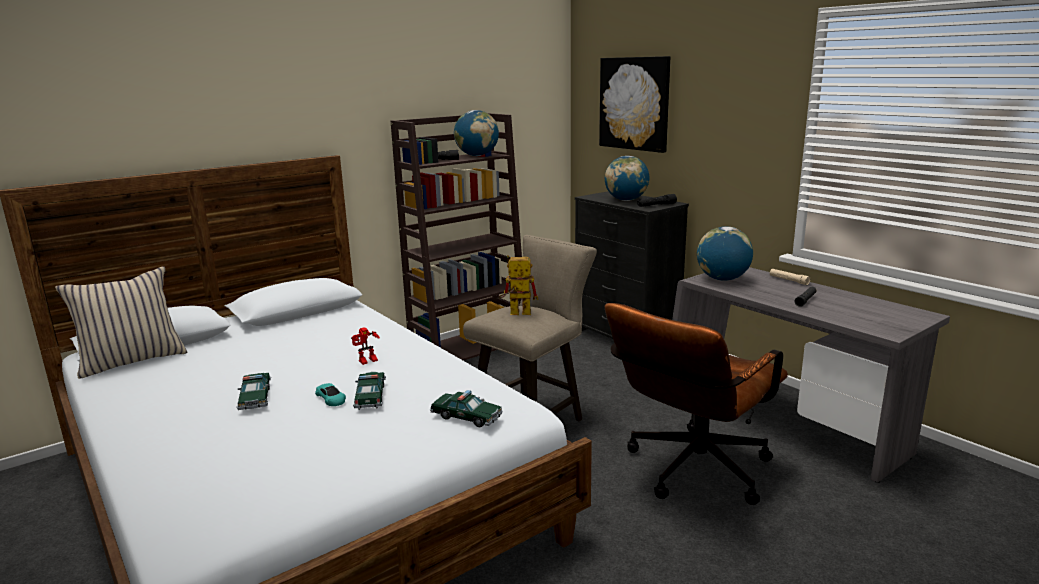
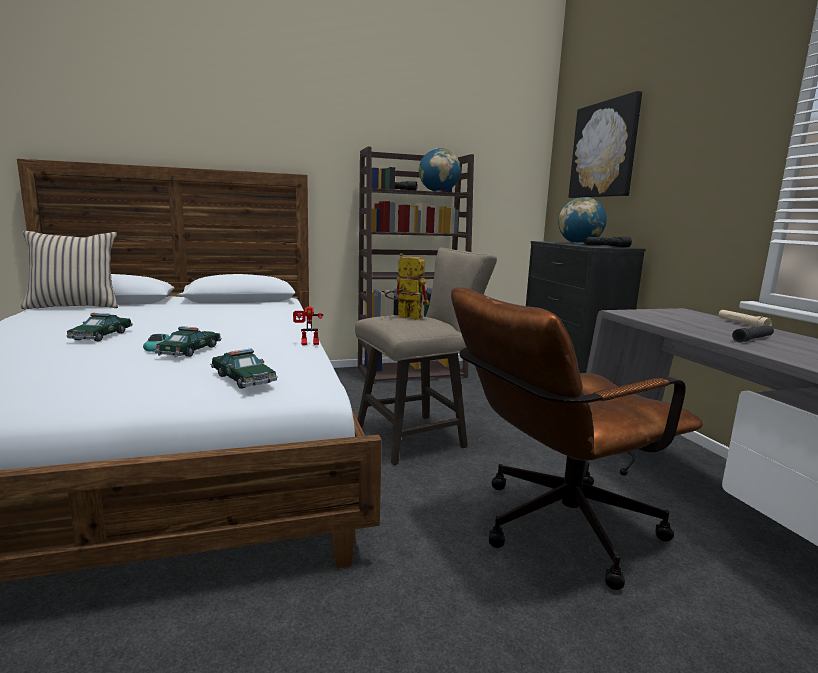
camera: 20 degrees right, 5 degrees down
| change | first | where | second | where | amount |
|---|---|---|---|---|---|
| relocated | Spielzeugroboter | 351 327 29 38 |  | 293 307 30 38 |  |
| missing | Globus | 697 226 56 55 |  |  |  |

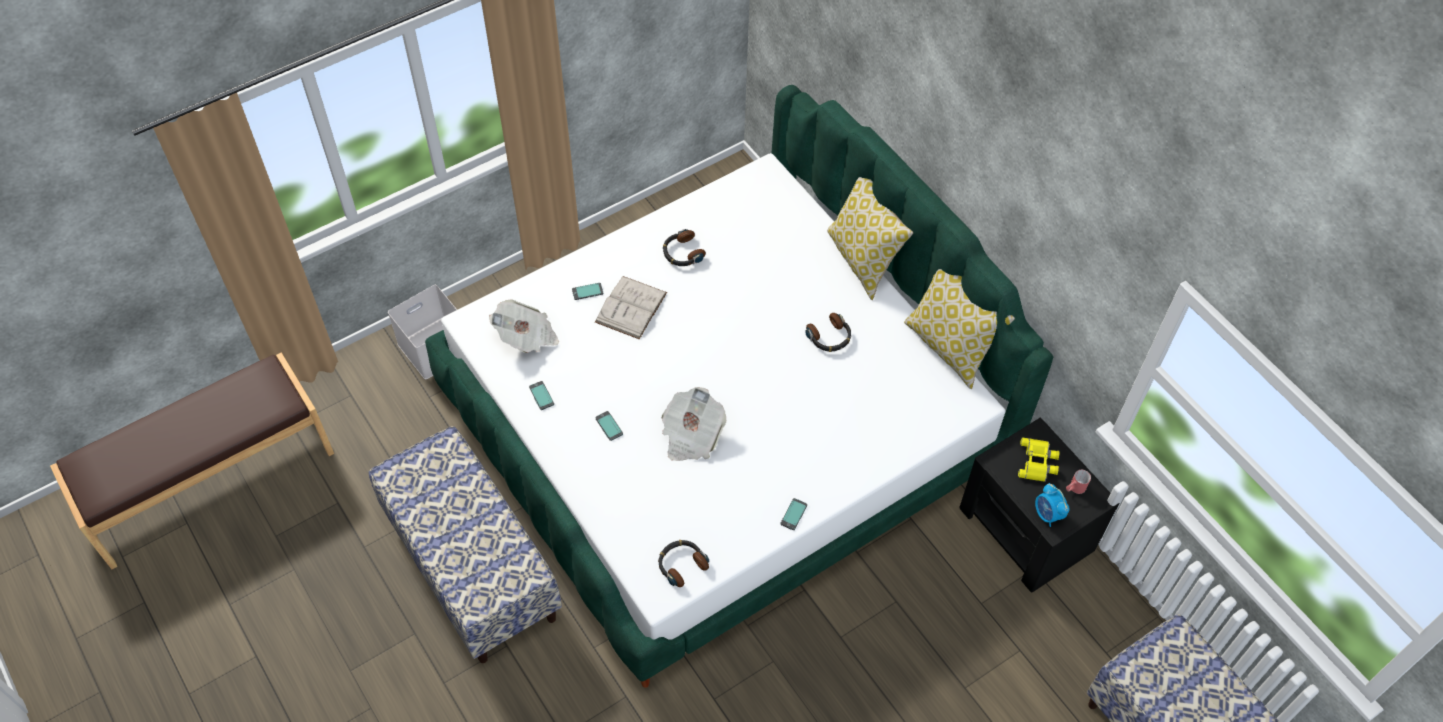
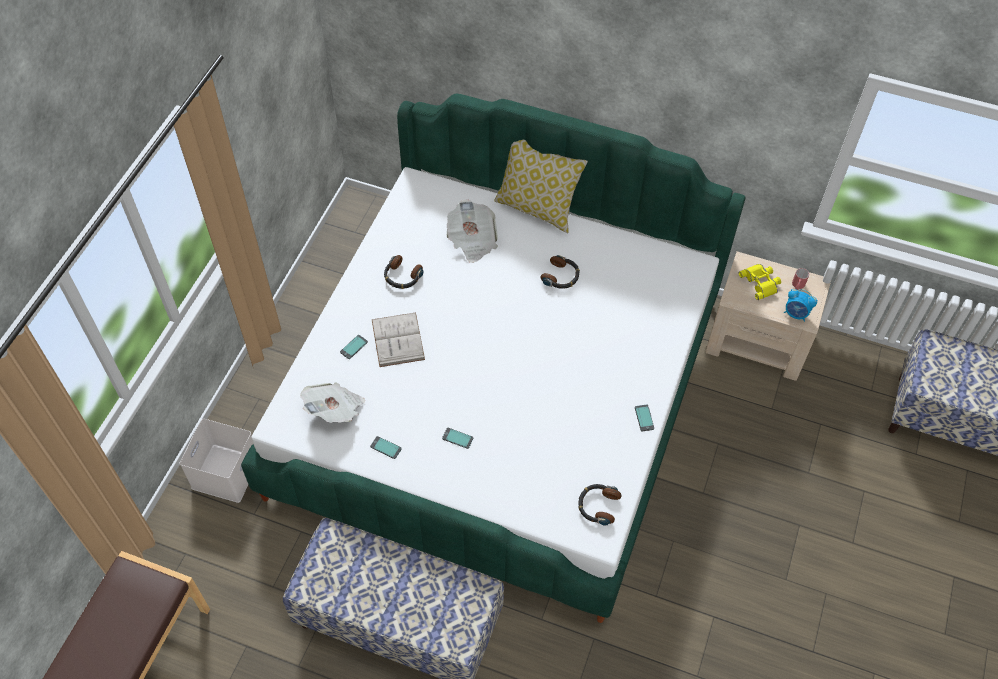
camera: 35 degrees left, 0 degrees up
| change | first | where | second | where | amount |
|---|---|---|---|---|---|
| relocated | Zeitung | 661 387 65 74 |  | 446 199 52 64 |  |
| missing | Kissen | 904 269 111 120 |  |  |  |
| colour | Nachttisch (schwarz) | 959 417 160 175 | Nachttisch (beige) | 705 251 126 130 |  |

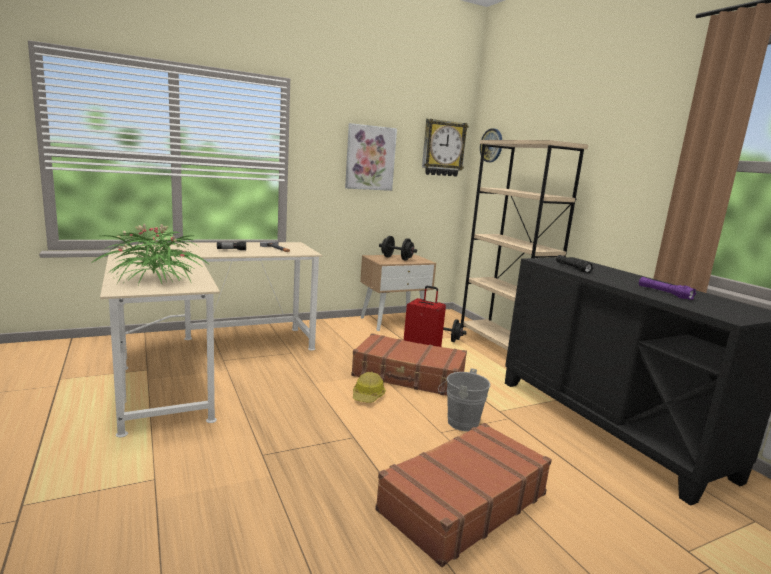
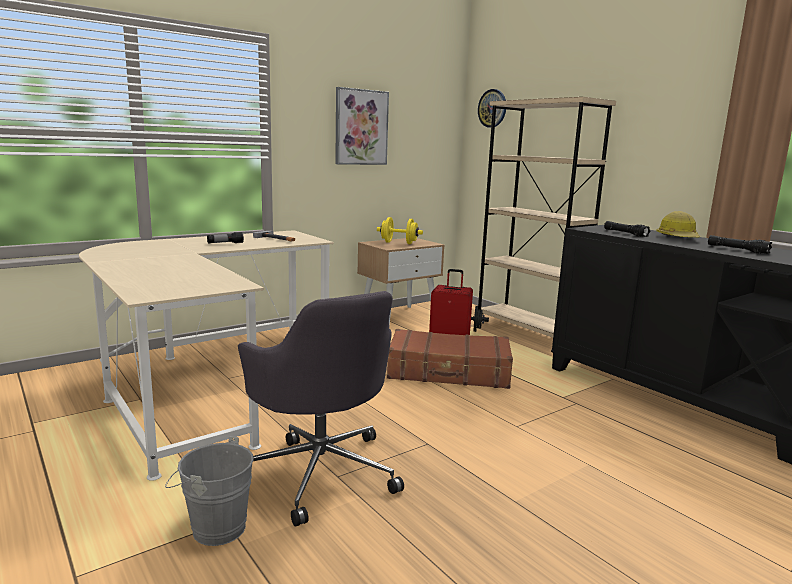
camera: 10 degrees left, 0 degrees up
| change | first | where | second | where | amount |
|---|---|---|---|---|---|
| missing | Topfpflanze | 90 224 119 62 |  |  |  |
| relocated | Schutzhelm | 353 372 33 31 |  | 656 211 44 26 |  |
| missing | Koffer (braun) | 375 423 177 144 |  |  |  |
| colour | Hantel (schwarz) | 379 236 38 25 | Hantel (gelb) | 377 217 46 27 |  |
| missing | Wanduhr | 422 119 47 58 |  |  |  |
| relocated | Eimer (grau) | 438 368 52 63 |  | 165 436 88 110 |  |
| colour | Taschenlampe (lila) | 639 277 57 23 | Taschenlampe (schwarz) | 708 235 64 19 |  |
| appeared |  |  | Bürostuhl (grau) | 238 291 166 236 |  |

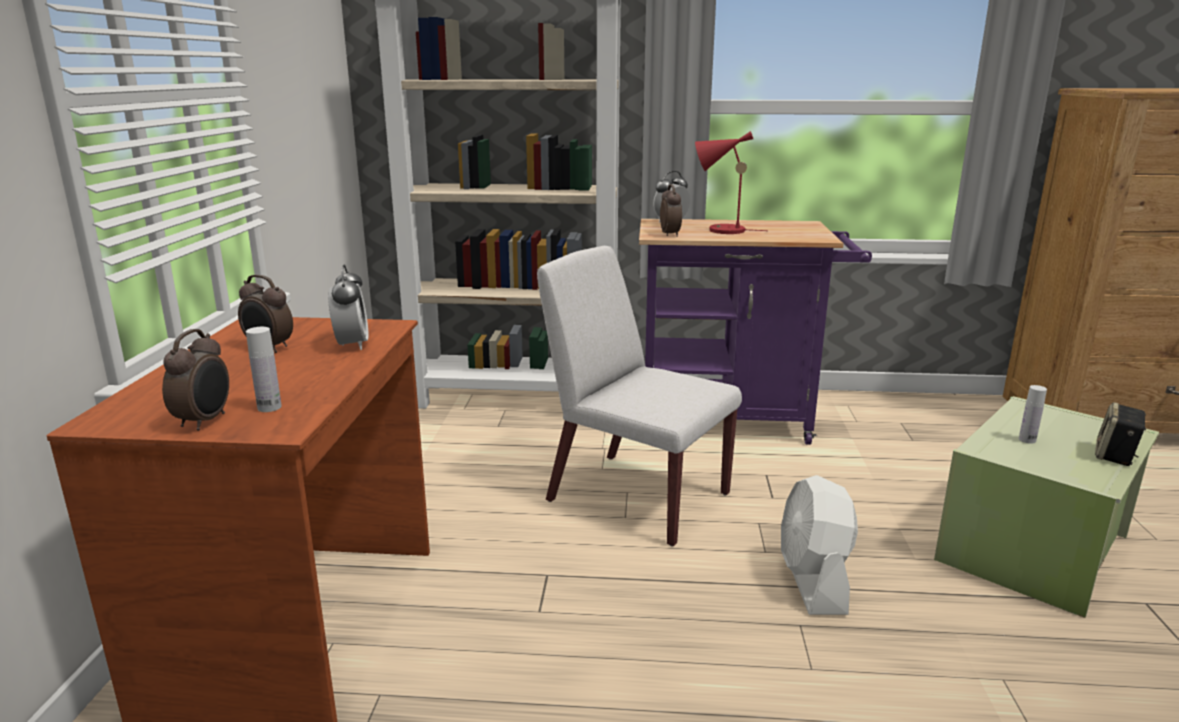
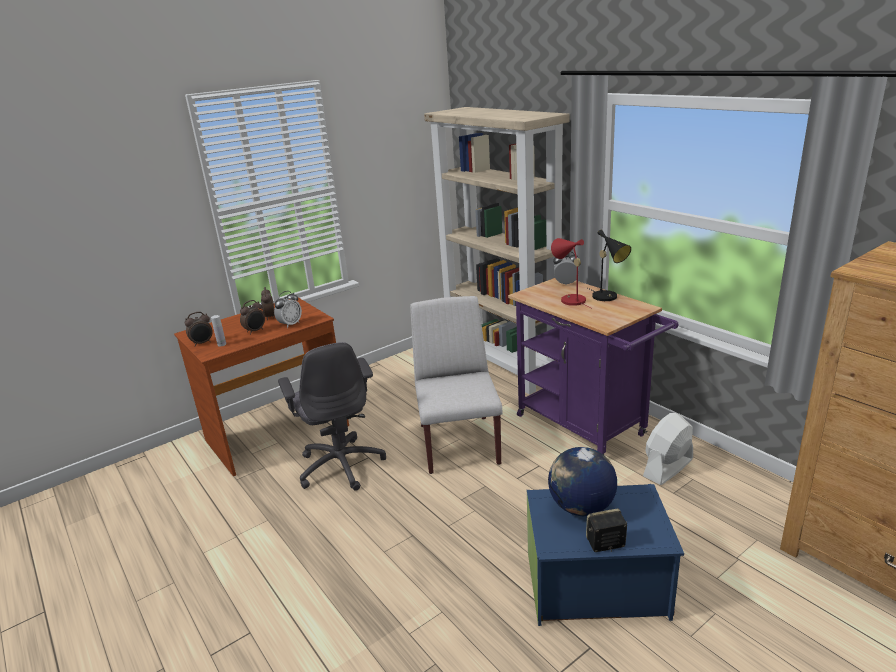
camera: 50 degrees right, 5 degrees up
| change | first | where | second | where | amount |
|---|---|---|---|---|---|
| relocated | Wecker | 660 184 22 53 |  | 240 300 25 34 |  |
| relocated | Ventilator (weiß) | 781 475 77 140 |  | 643 413 50 72 |  |
| colour | Aufbewahrungsbox (grün) | 934 396 225 222 | Aufbewahrungsbox (blau) | 527 484 157 142 |  |
| exchanged | Flasche (weiß) | 1019 385 28 59 | Globus | 548 447 69 69 |  |
| appeared |  |  | Bürostuhl (grau) | 278 342 108 149 |  |
| appeared |  |  | Tischlampe (schwarz) | 588 230 43 71 |  |

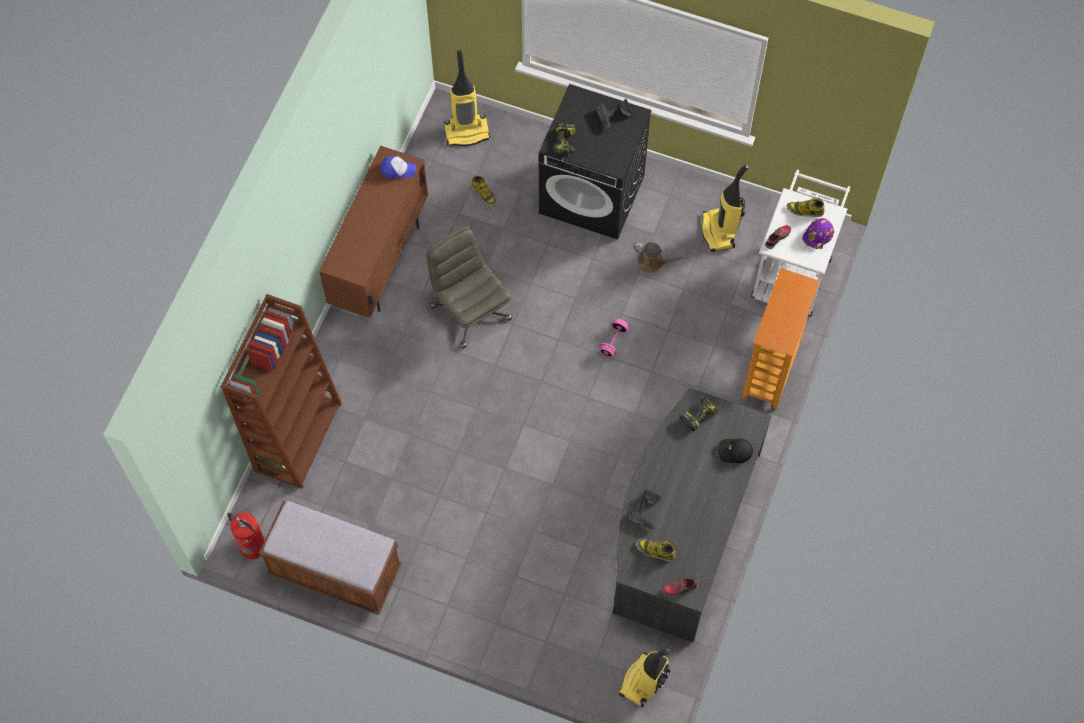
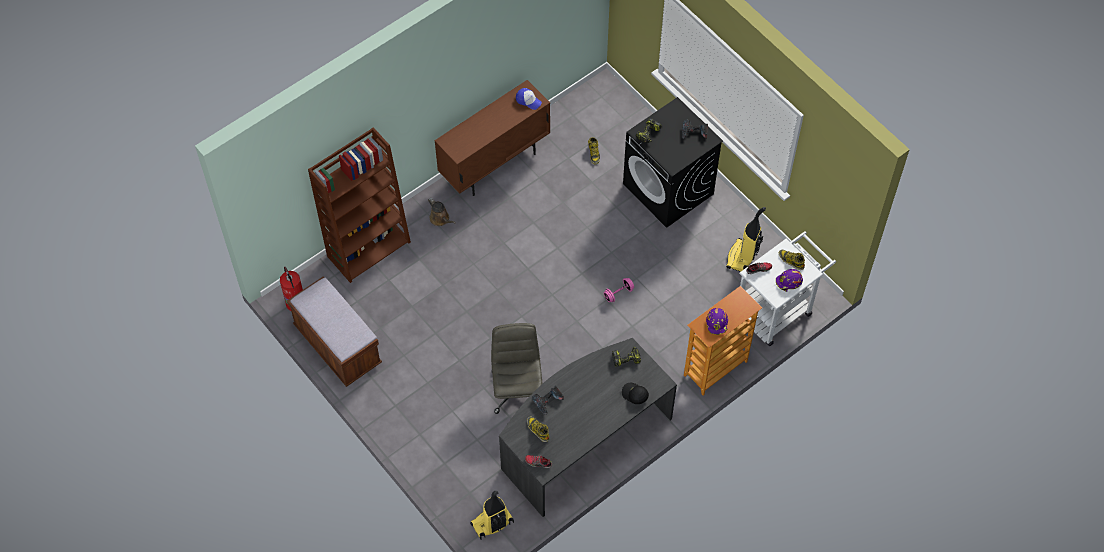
camera: 30 degrees right, 5 degrees down
| change | first | where | second | where | amount |
|---|---|---|---|---|---|
| relocated | Bürostuhl (grau) | 426 226 86 123 |  | 491 323 52 91 |  |
| missing | Staubsauger | 444 50 47 96 |  |  |  |
| relocated | Gießkanne (braun) | 633 242 55 31 |  | 428 198 28 28 |  |
| appeared |  |  | Schutzhelm (lila) | 706 308 22 27 |  |

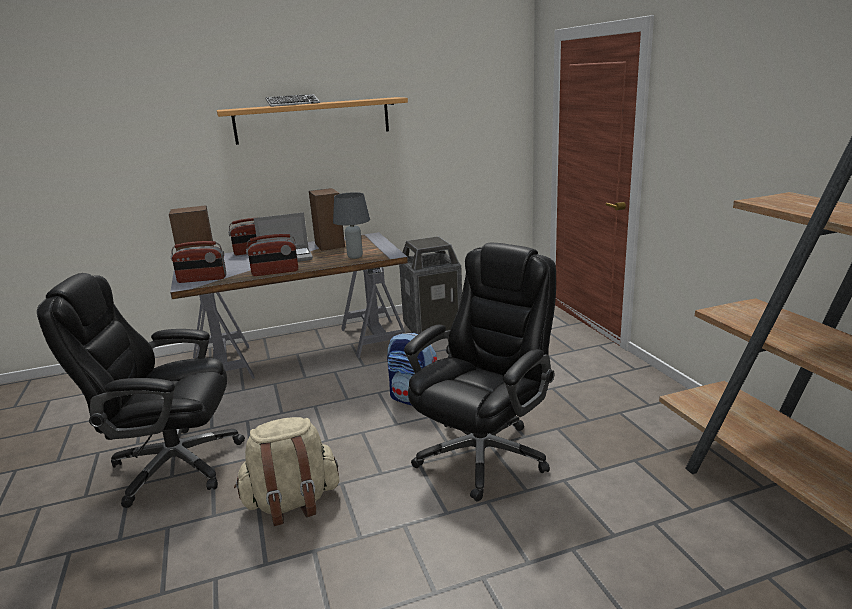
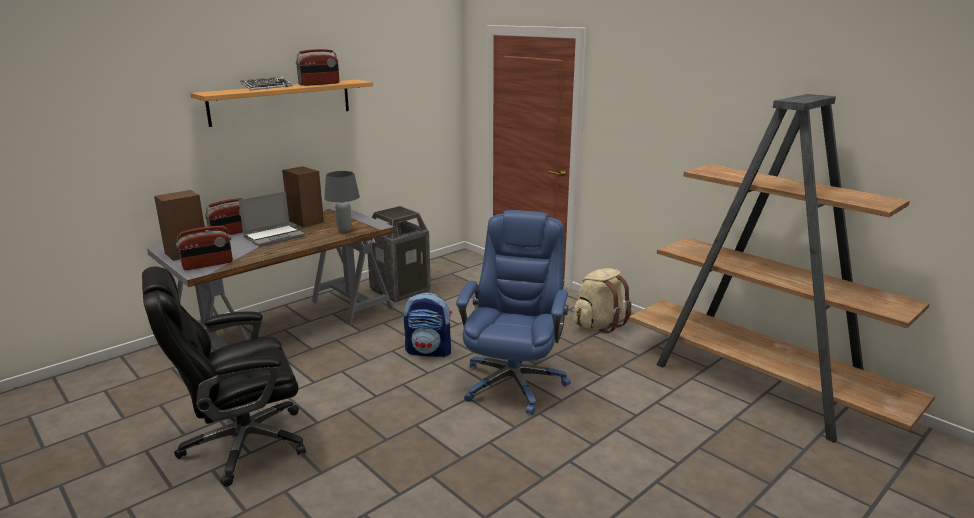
camera: 25 degrees left, 0 degrees up
| change | first | where | second | where | amount |
|---|---|---|---|---|---|
| relocated | Rucksack (beige) | 234 417 105 109 |  | 573 268 59 65 |  |
| relocated | Radio | 246 234 52 42 |  | 296 49 44 37 |  |
| colour | Bürostuhl (schwarz) | 404 243 152 259 | Bürostuhl (blau) | 456 210 115 205 |  |

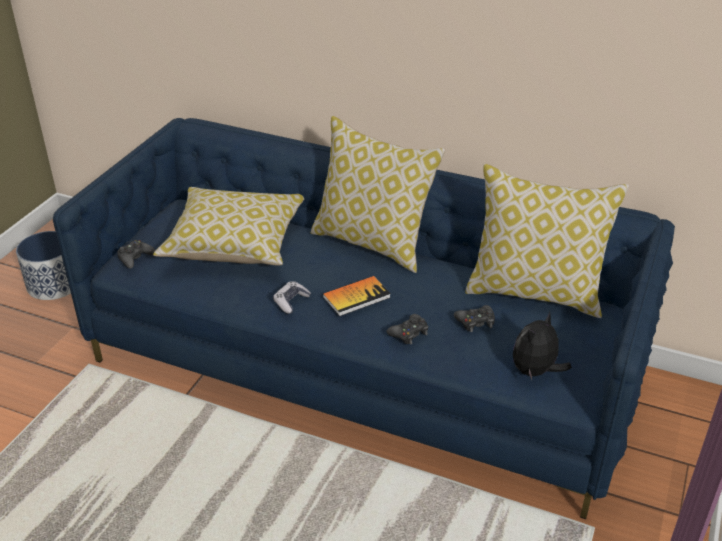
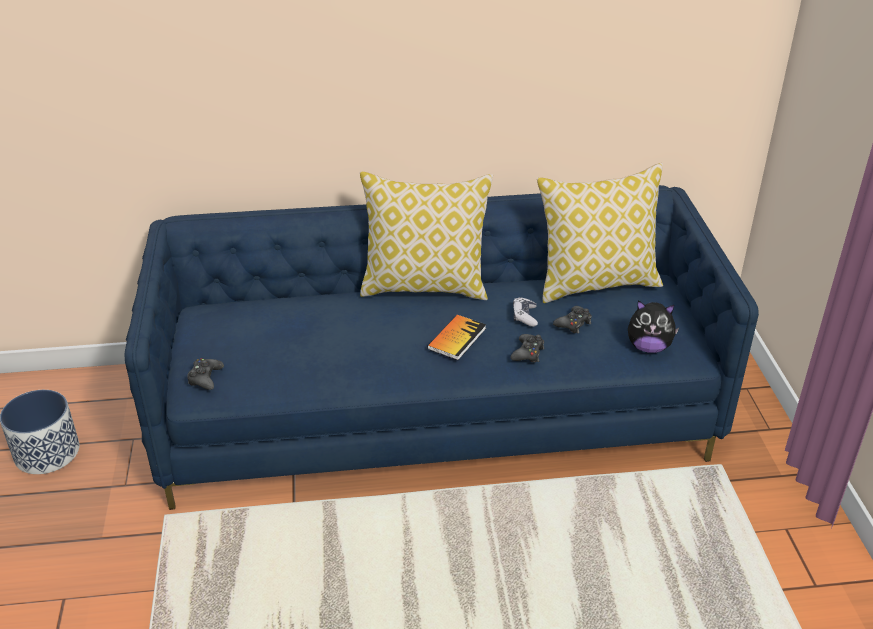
camera: 30 degrees left, 0 degrees up
| change | first | where | second | where | amount |
|---|---|---|---|---|---|
| missing | Kissen | 153 187 151 79 |  |  |  |
| relocated | Gamepad | 273 281 38 33 |  | 513 297 25 30 |  |
| spun | Plüschtier | 513 311 59 69 |  | 628 300 52 53 | 90 degrees counterclockwise |

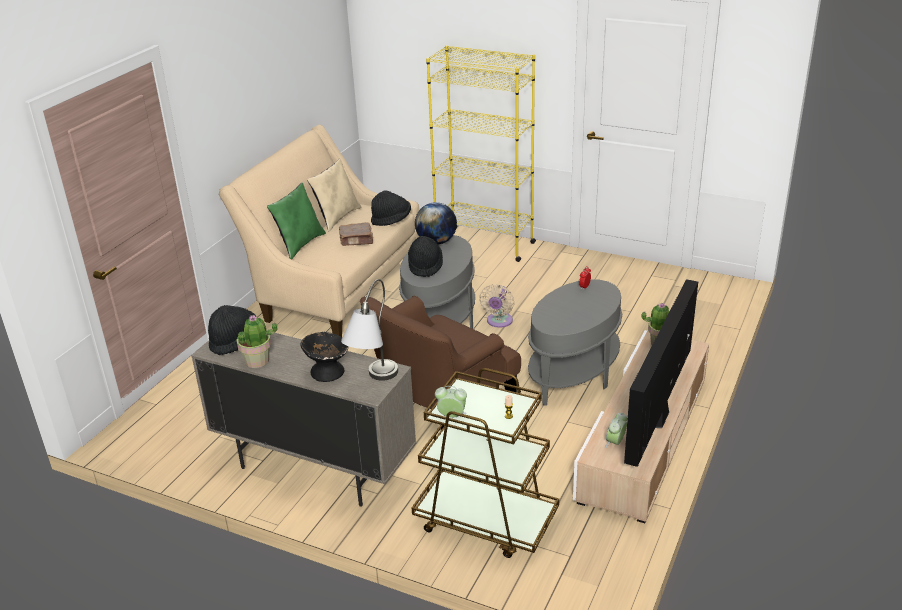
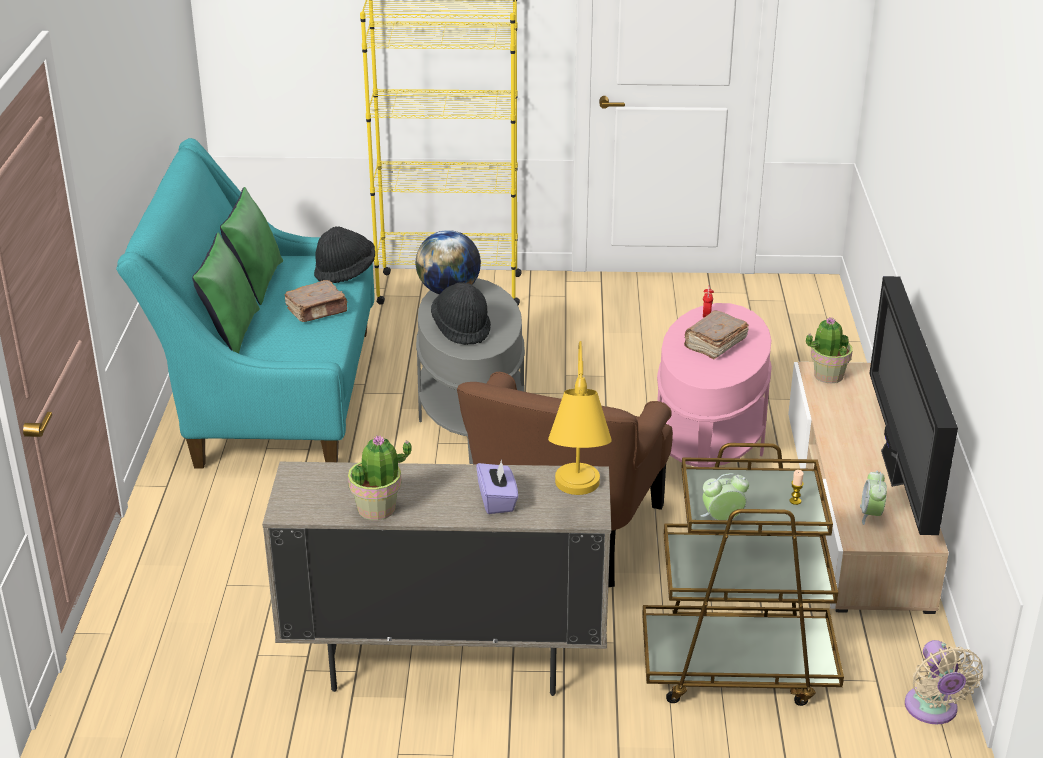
camera: 25 degrees left, 0 degrees up
| change | first | where | second | where | amount |
|---|---|---|---|---|---|
| missing | Hut (schwarz) | 208 305 48 50 |  |  |  |
| colour | Sofa (beige) | 219 125 201 212 | Sofa (türkis) | 116 138 259 331 |  |
| exchanged | Schüssel (schwarz) | 300 332 49 50 | Taschentuchbox (lila) | 476 460 42 54 |  |
| colour | Kissen (beige) | 307 158 55 73 | Kissen (grün) | 220 187 63 118 |  |
| colour | Tischlampe (grau) | 341 279 57 102 | Tischlampe (gelb) | 548 341 64 154 |  |
| relocated | Ventilator (beige) | 479 284 35 44 |  | 905 640 78 84 |  |
| colour | Beistelltisch (grau) | 528 279 94 127 | Beistelltisch (rosa) | 657 303 115 164 |  |
| appeared |  |  | Buch (braun) | 684 311 65 48 |  |

